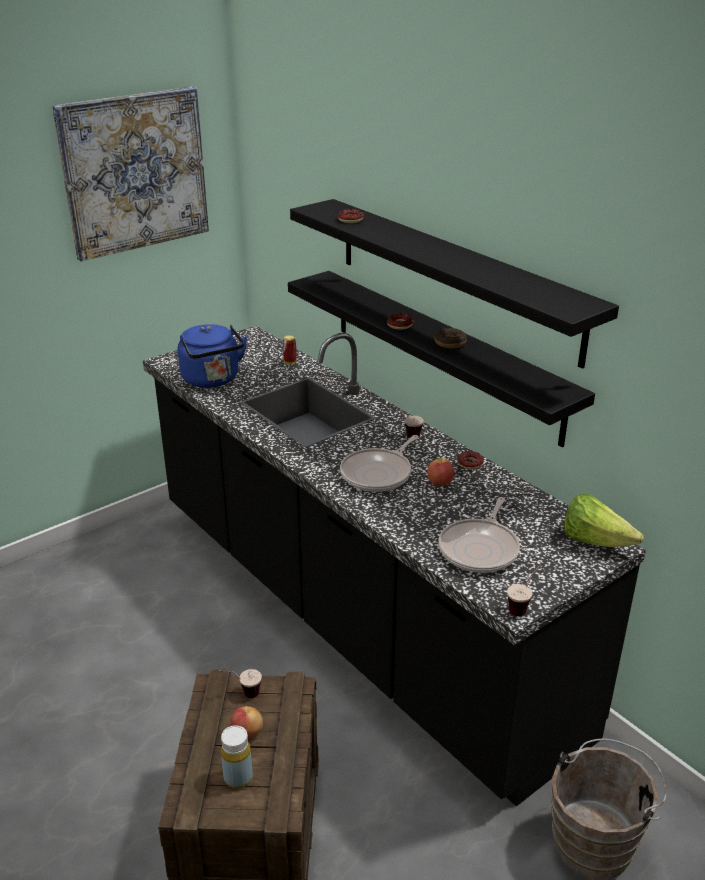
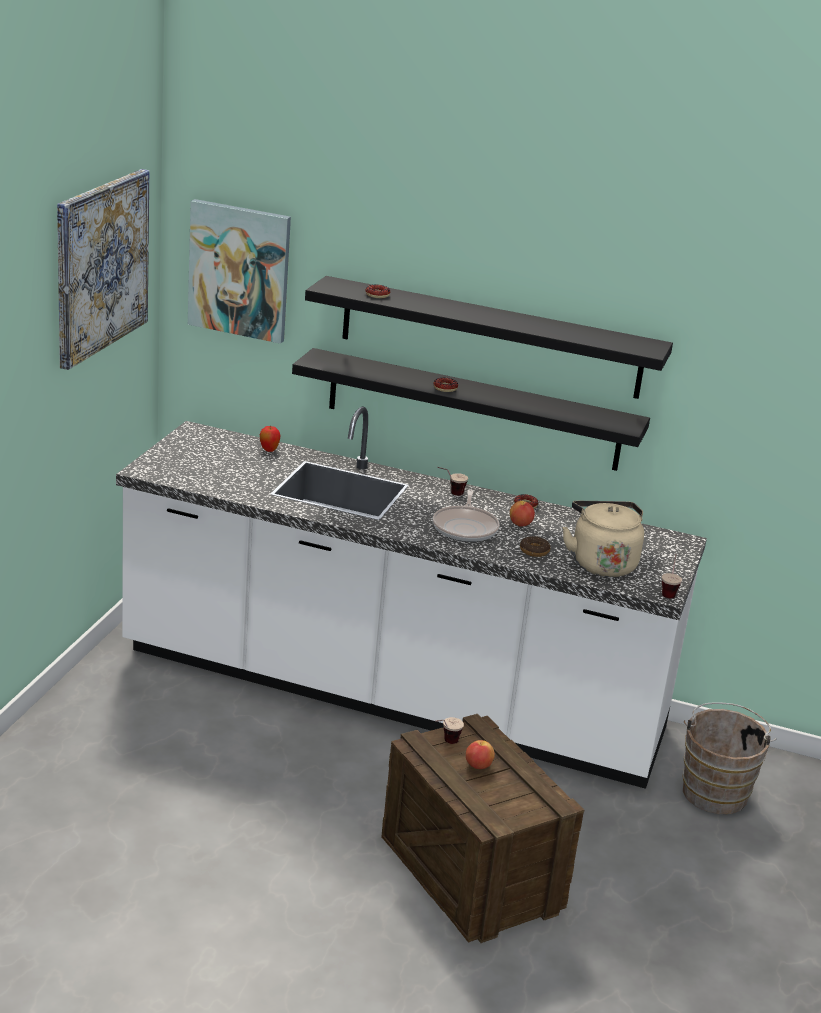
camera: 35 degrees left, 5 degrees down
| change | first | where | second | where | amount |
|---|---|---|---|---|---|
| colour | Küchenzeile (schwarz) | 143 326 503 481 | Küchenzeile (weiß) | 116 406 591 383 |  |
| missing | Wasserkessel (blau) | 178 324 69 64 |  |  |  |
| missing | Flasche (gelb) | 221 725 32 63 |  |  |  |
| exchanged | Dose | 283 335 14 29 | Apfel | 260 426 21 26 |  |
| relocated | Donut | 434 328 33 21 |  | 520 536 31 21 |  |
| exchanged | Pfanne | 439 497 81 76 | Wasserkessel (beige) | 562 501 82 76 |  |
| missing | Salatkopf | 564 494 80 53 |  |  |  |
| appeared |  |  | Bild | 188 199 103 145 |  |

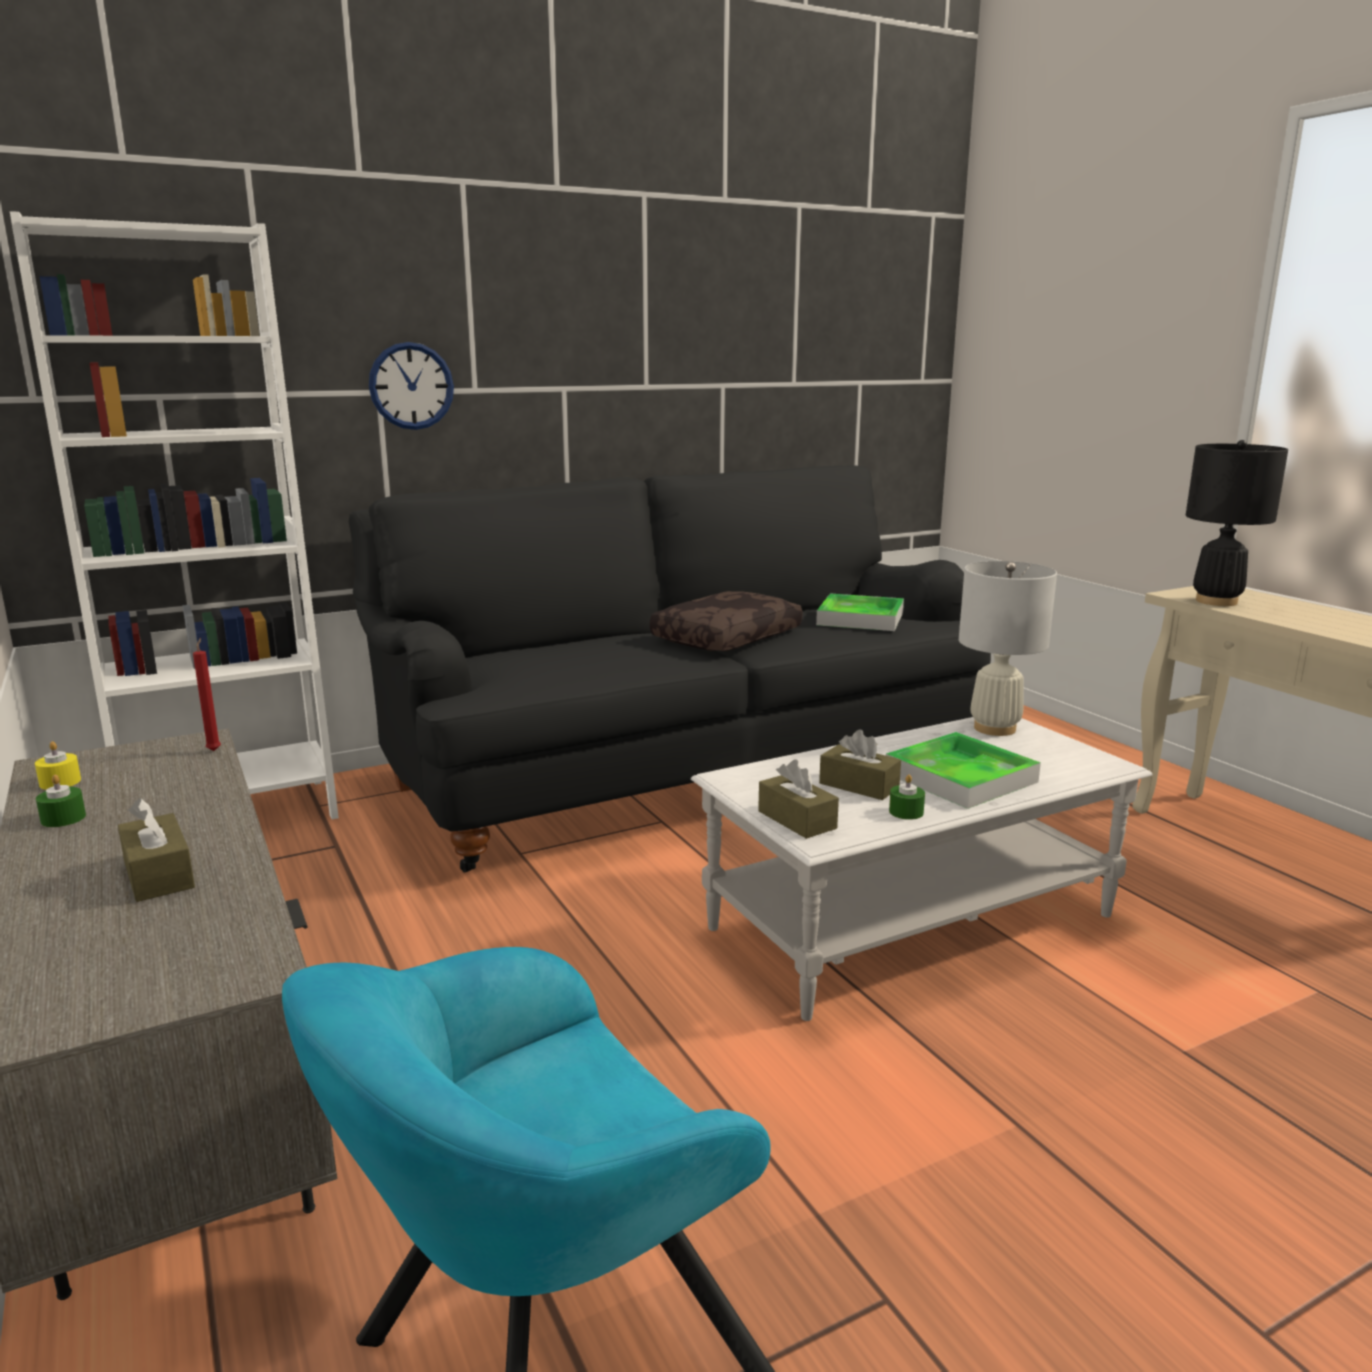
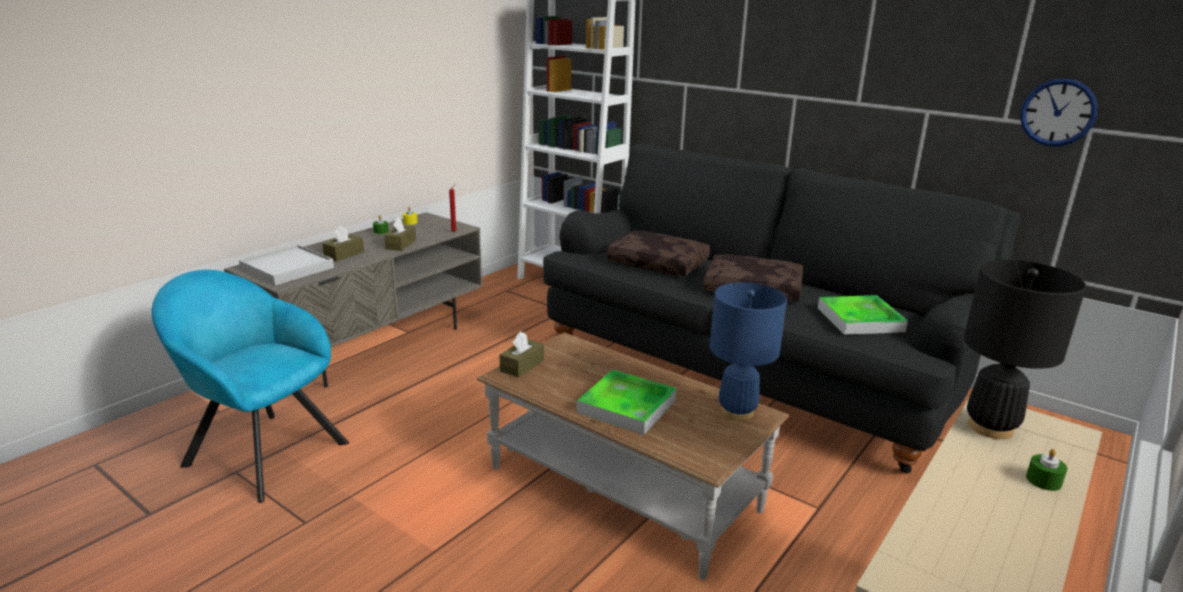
camera: 65 degrees right, 5 degrees up
| change | first | where | second | where | amount |
|---|---|---|---|---|---|
| relocated | Wanduhr | 369 342 85 88 |  | 1020 78 78 68 |  |
| colour | Couchtisch (weiß) | 691 717 462 304 | Couchtisch (braun) | 477 332 312 248 |  |
| relocated | Taschentuchbox (braun) | 819 730 82 70 |  | 384 217 32 34 |  |
| relocated | Kerze (grün) | 889 774 36 46 |  | 1026 449 41 42 |  |
| colour | Tischlampe (weiß) | 959 561 98 175 | Tischlampe (blau) | 710 282 77 139 |  |
| appeared |  |  | Tablett (weiß) | 239 245 95 41 |  |
| appeared |  |  | Kissen (braun) | 607 231 103 45 |  |

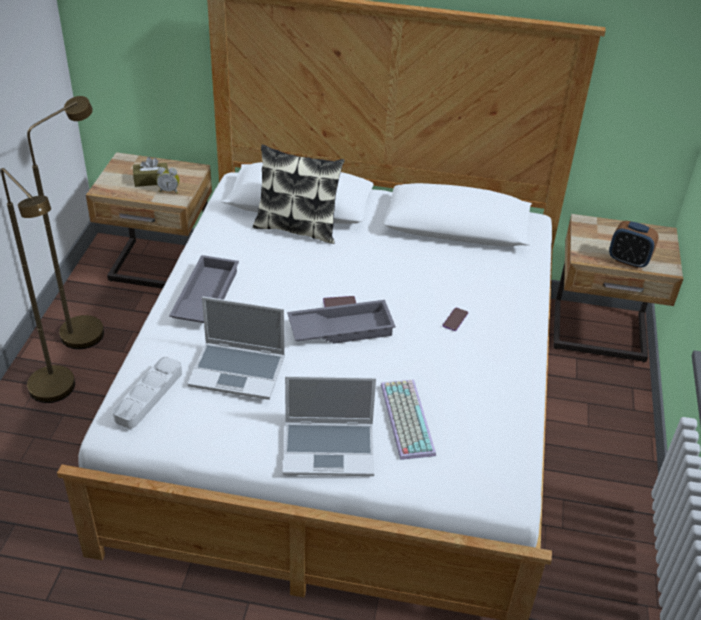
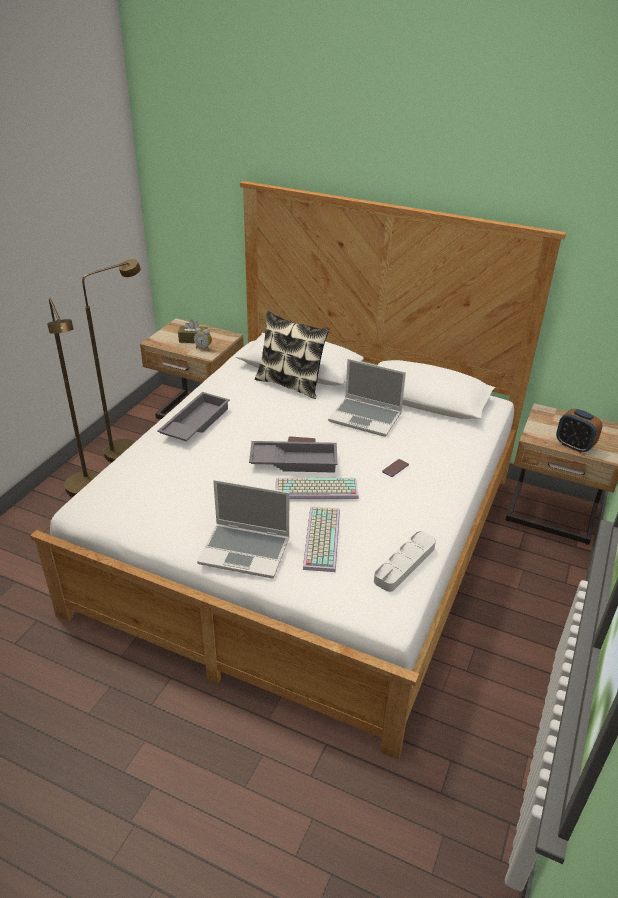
camera: 15 degrees right, 5 degrees down
| change | first | where | second | where | amount |
|---|---|---|---|---|---|
| relocated | Tablett (grau) | 113 357 69 72 |  | 374 531 62 61 |  |
| relocated | Laptop | 187 297 98 103 |  | 328 359 78 78 |  |
| appeared |  |  | Tastatur | 276 478 83 21 |  |

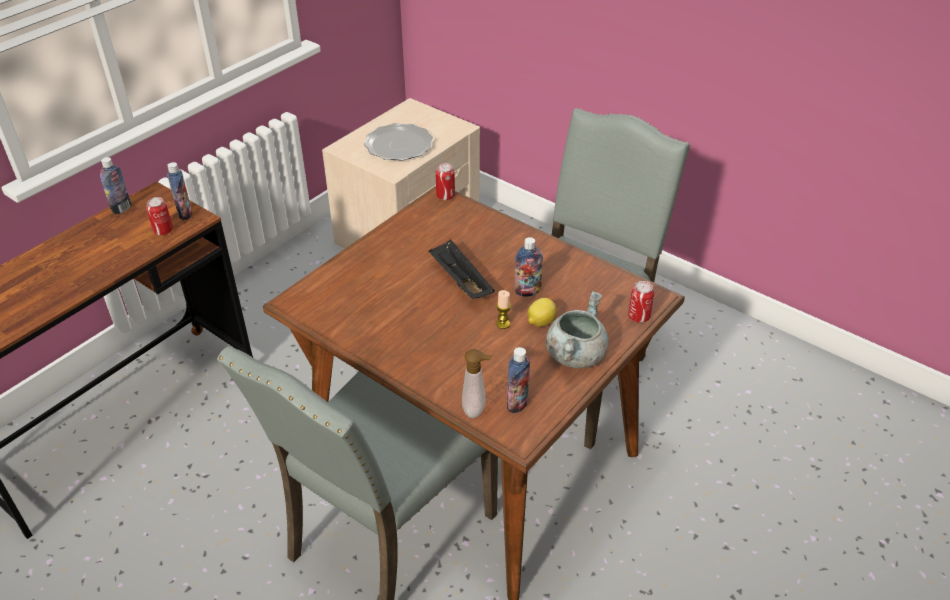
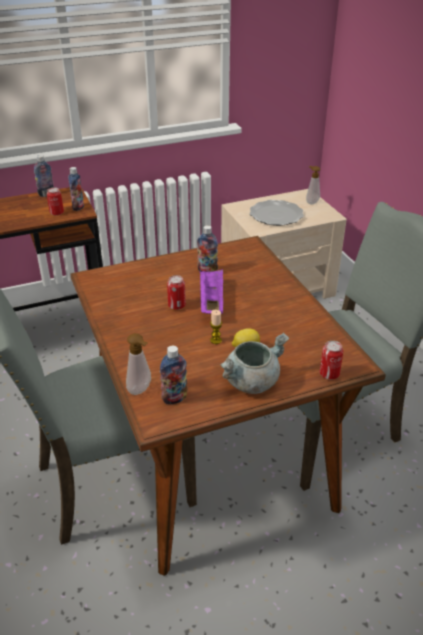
camera: 30 degrees right, 5 degrees down
| change | first | where | second | where | amount |
|---|---|---|---|---|---|
| colour | Tablett (schwarz) | 429 240 66 59 | Tablett (lila) | 200 269 23 45 |  |
| relocated | Dose | 436 163 19 37 |  | 167 275 19 35 |  |
| relocated | Flasche | 514 237 29 60 |  | 197 225 21 47 |  |
| appeared |  |  | Seifenspender | 306 166 14 38 |  |

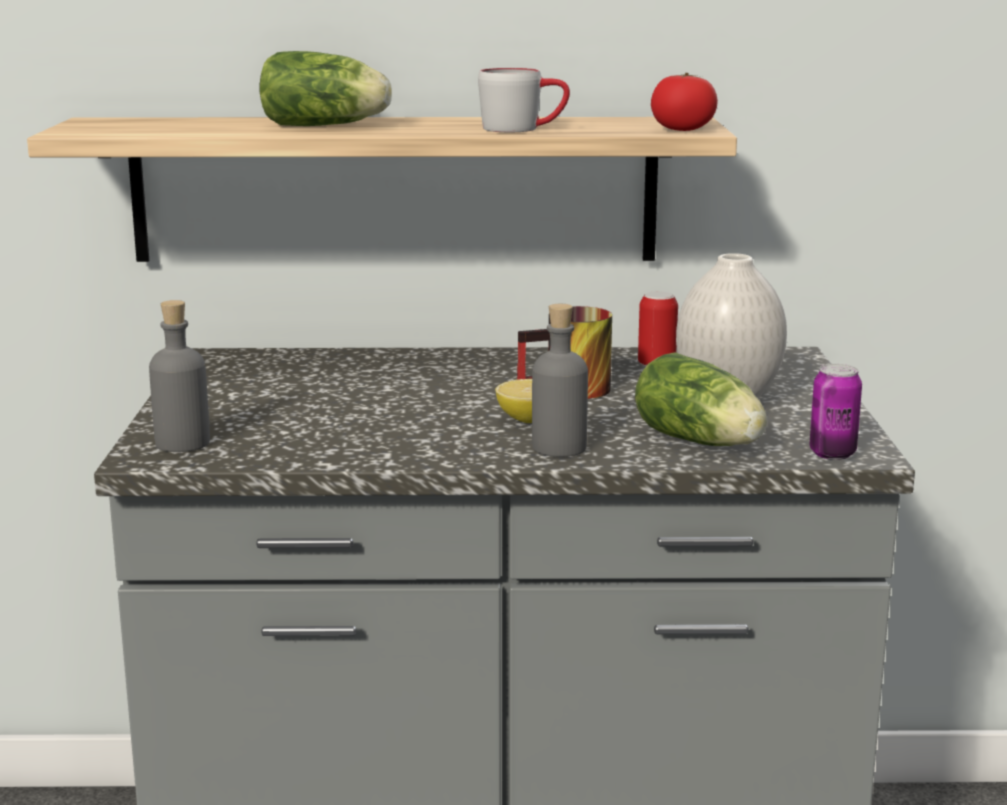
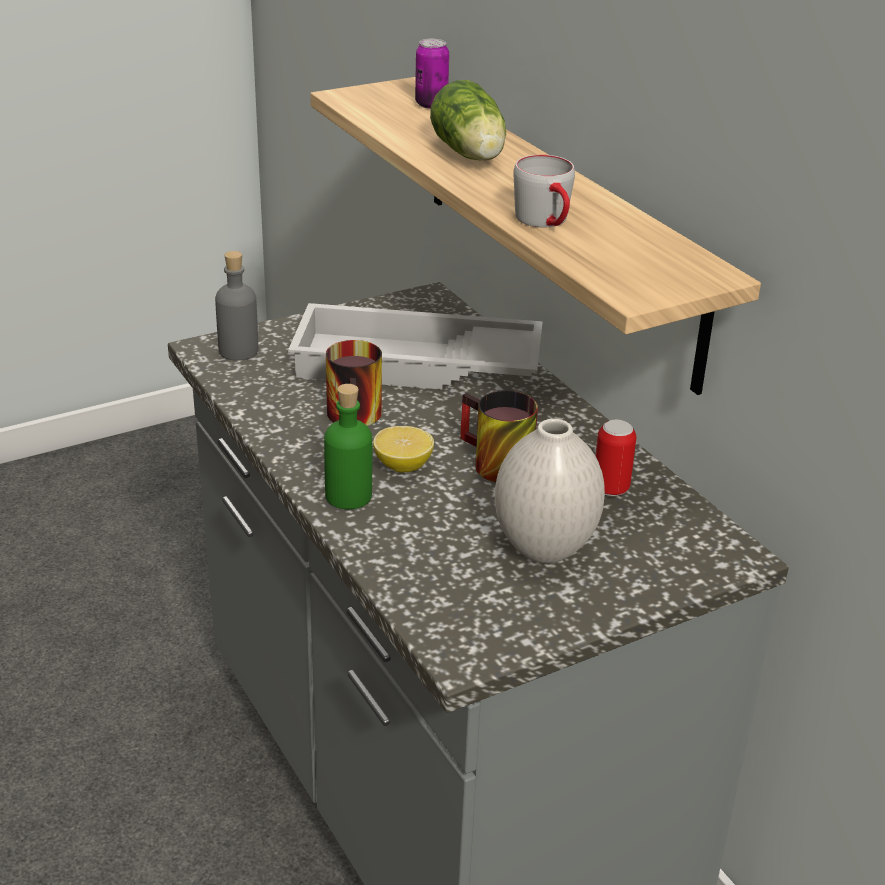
camera: 60 degrees right, 15 degrees up
| change | first | where | second | where | amount |
|---|---|---|---|---|---|
| colour | Flasche (grau) | 532 304 56 153 | Flasche (grün) | 324 384 48 125 |  |
| missing | Salatkopf | 635 352 132 94 |  |  |  |
| missing | Tomate | 651 73 67 58 |  |  |  |
| relocated | Dose | 809 364 53 96 |  | 415 39 34 70 |  |
| appeared |  |  | Tablett (weiß) | 288 303 255 86 |  |
| appeared |  |  | Henkelbecher | 326 340 56 86 |  |

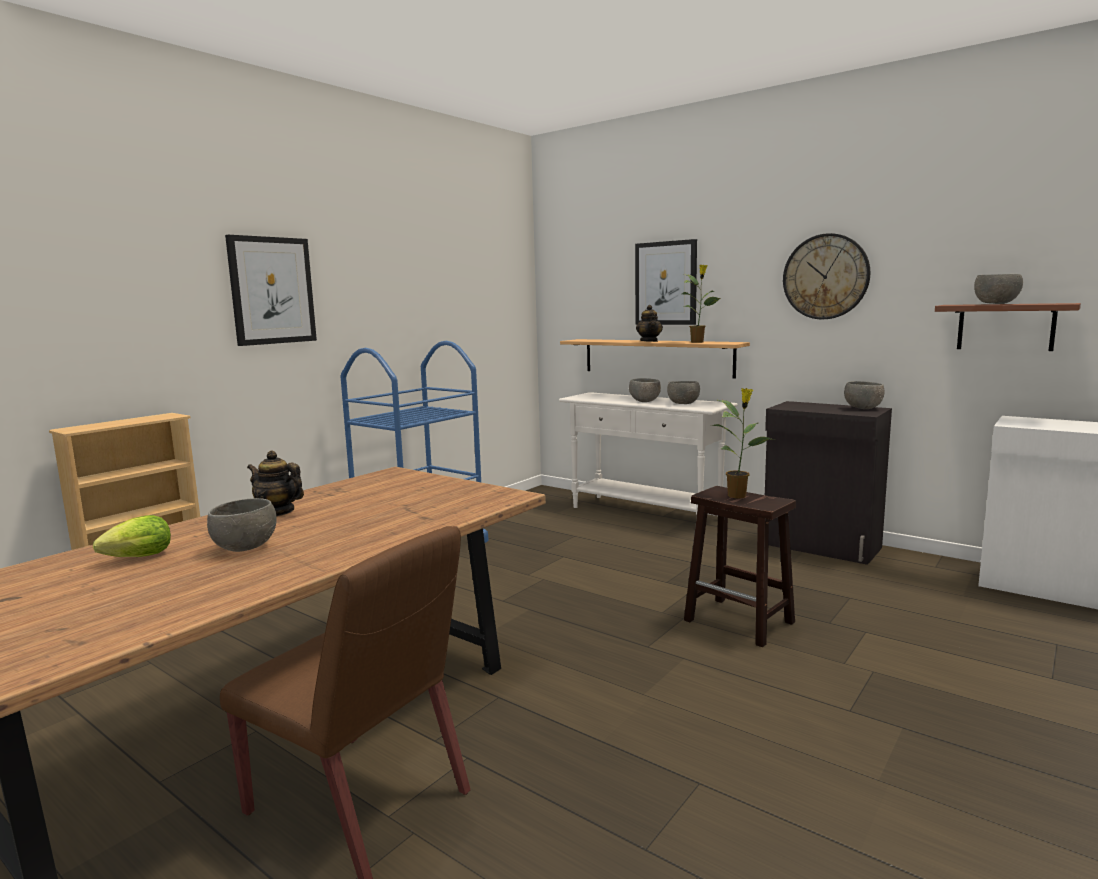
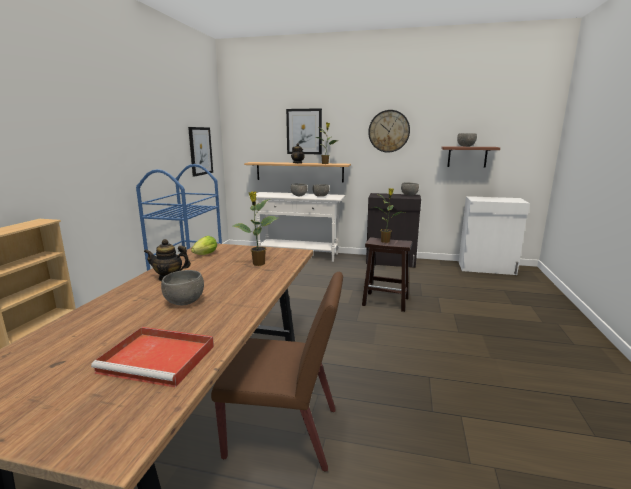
camera: 25 degrees left, 5 degrees up
| change | first | where | second | where | amount |
|---|---|---|---|---|---|
| relocated | Salatkopf | 93 515 78 42 |  | 191 236 26 19 |  |
| relocated | Bild | 225 235 92 111 |  | 188 127 25 49 |  |
| appeared |  |  | Tablett (rot) | 91 327 123 61 |  |
| appeared |  |  | Topfpflanze | 233 192 45 74 |  |

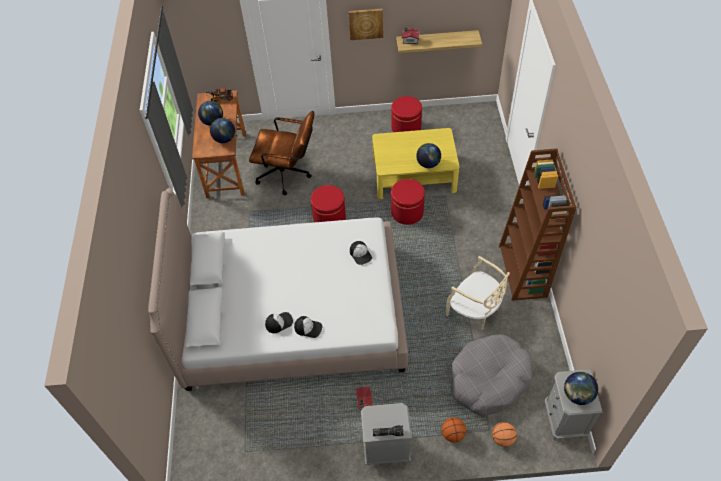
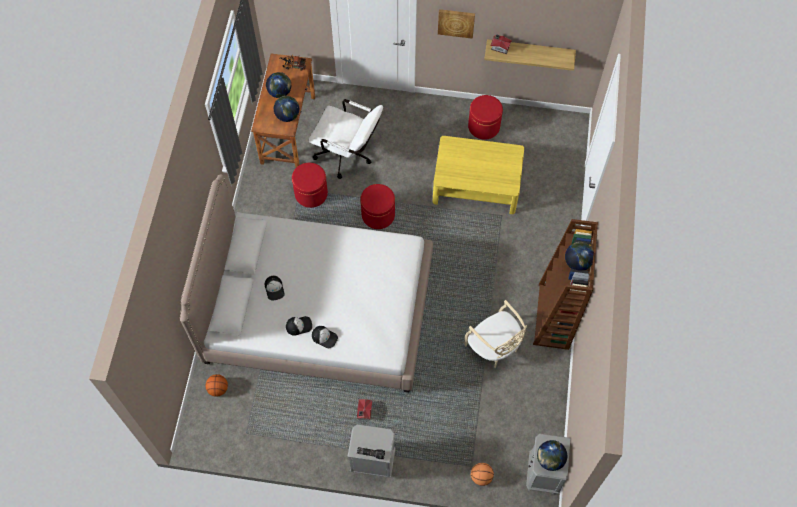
camera: 10 degrees right, 10 degrees up
| change | first | where | second | where | amount |
|---|---|---|---|---|---|
| colour | Bürostuhl (braun) | 249 111 65 84 | Bürostuhl (weiß) | 308 99 75 80 |  |
| relocated | Kappe | 350 241 22 24 |  | 265 276 20 25 |  |
| relocated | Polsterhocker (rot) | 391 179 34 46 |  | 292 163 36 45 |  |
| relocated | Globus | 416 143 25 25 |  | 565 242 29 28 |  |
| relocated | Basketball | 442 417 24 26 |  | 205 374 23 23 |  |
| missing | Hundebett (grau) | 451 334 81 82 |  |  |  |

